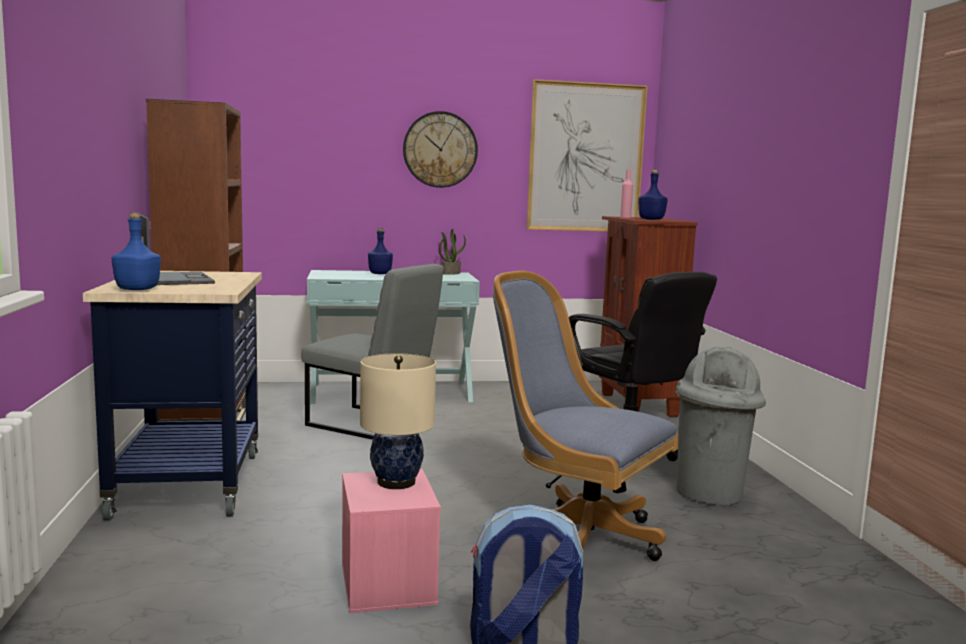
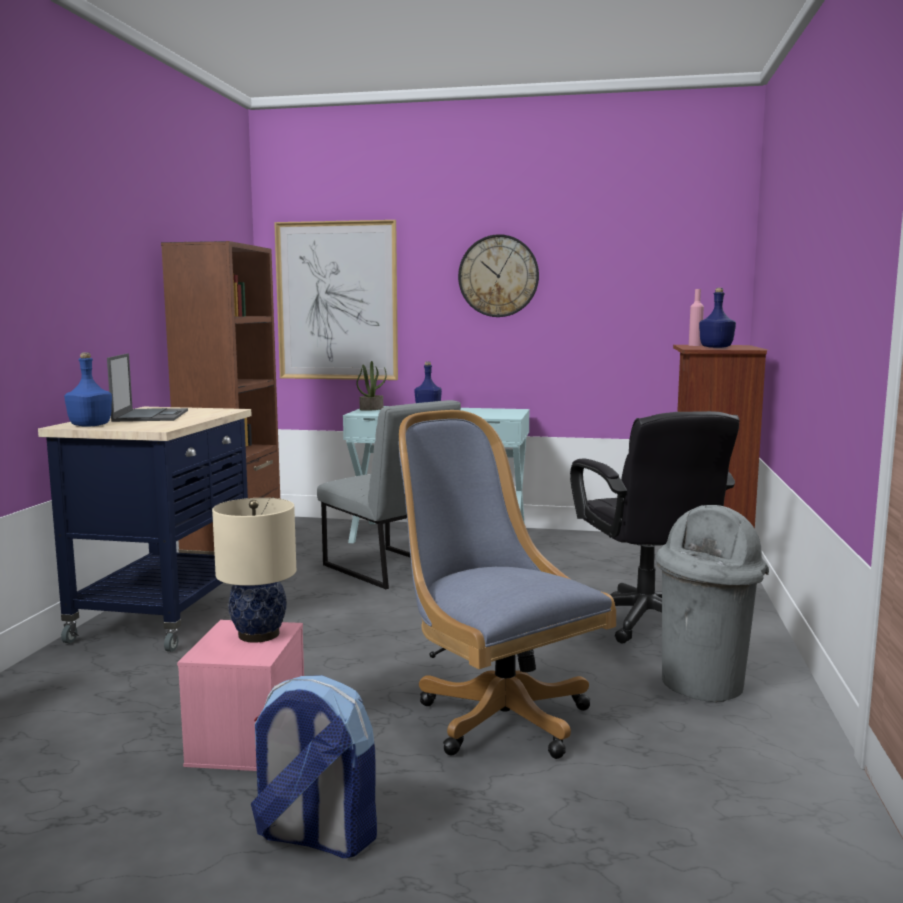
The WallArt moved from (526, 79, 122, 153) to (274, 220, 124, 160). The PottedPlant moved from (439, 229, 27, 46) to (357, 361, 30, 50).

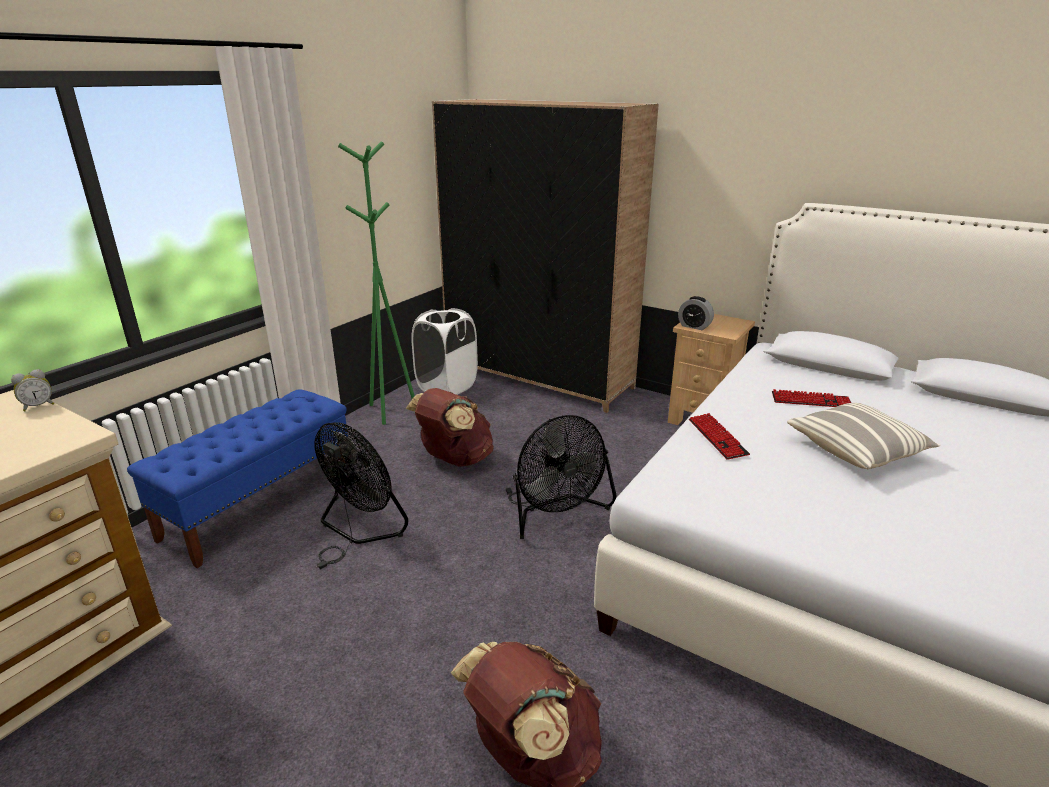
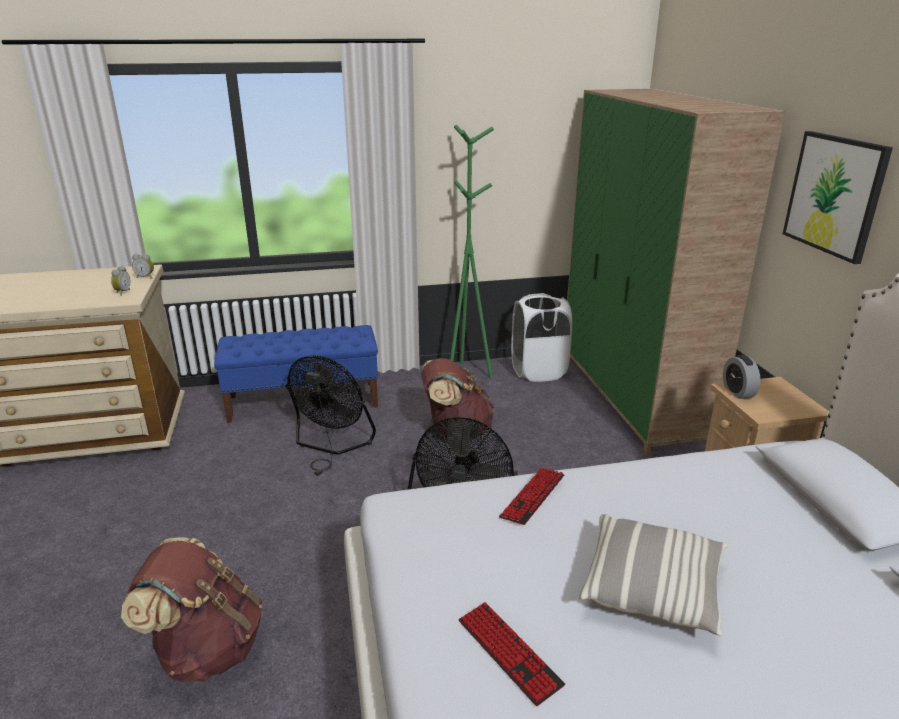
The BlackishClothesCupboard at (432, 99, 227, 314) became the GreenColouredClothesCupboard at (567, 88, 218, 368). The Keyboard moved from (772, 389, 79, 18) to (459, 602, 106, 104). The BlackishElectricFan at (314, 422, 94, 147) turned 60 degrees counterclockwise. The WallArt at (783, 131, 110, 133) appeared. The AlarmClock at (111, 266, 19, 30) appeared.

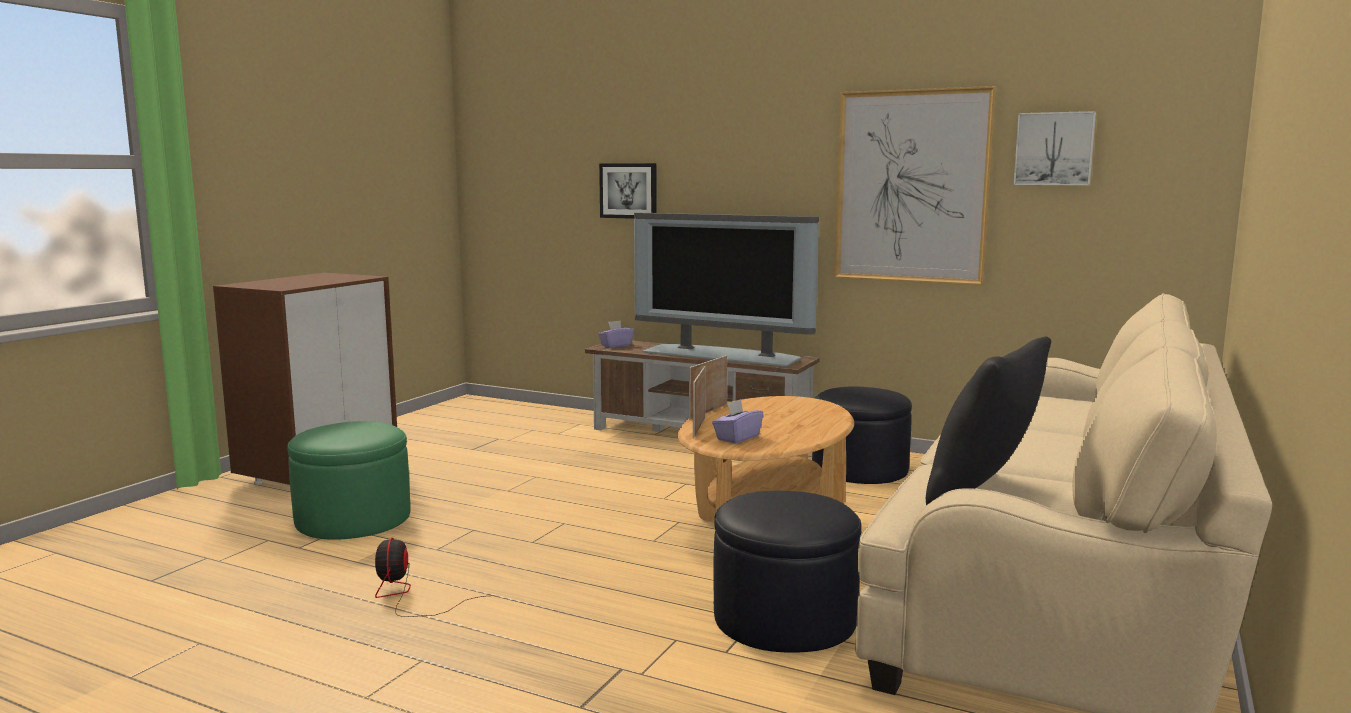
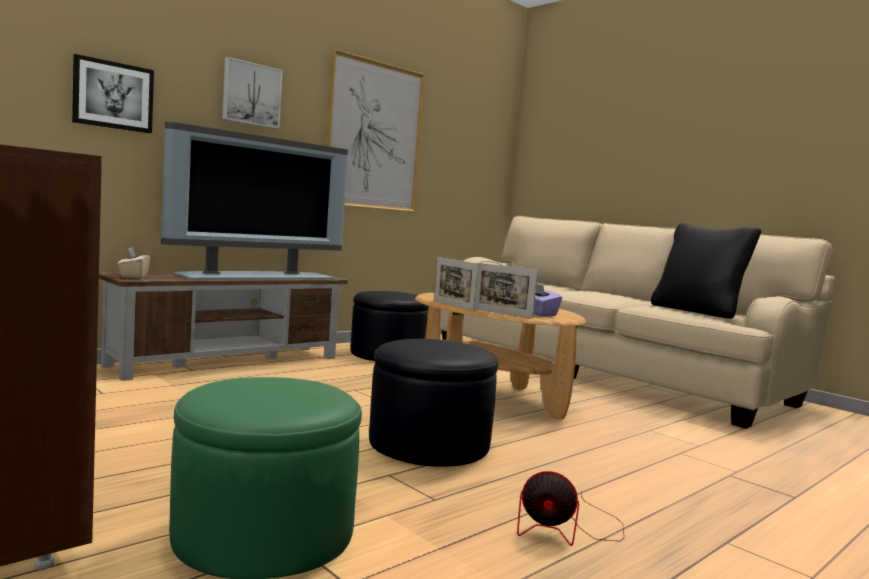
The WallArt moved from (1014, 111, 82, 74) to (222, 57, 61, 72). The PurplishTissueBox at (598, 320, 36, 28) became the BeigeTissueBox at (118, 247, 32, 32). The BlackishOttoman moved from (713, 491, 149, 162) to (369, 339, 129, 128).

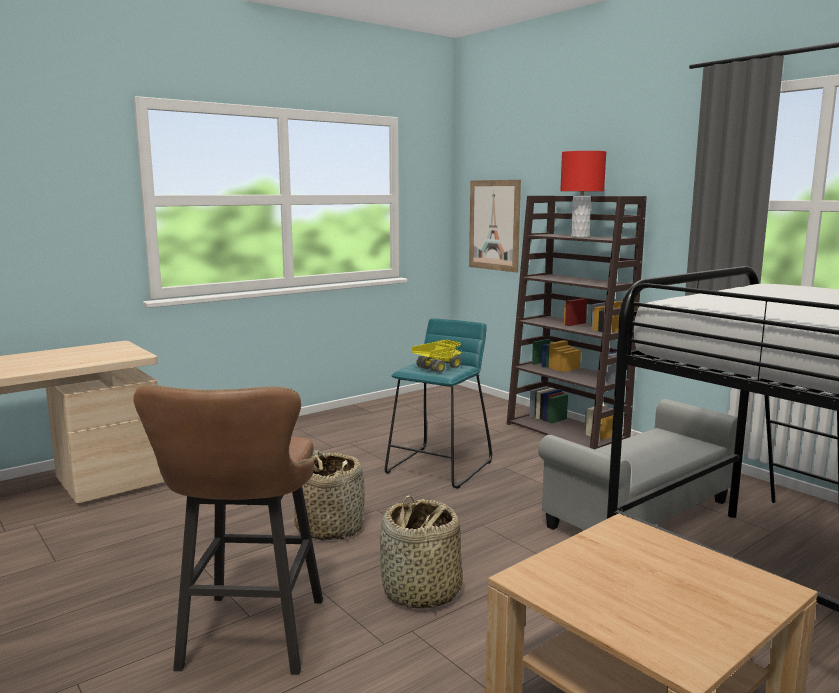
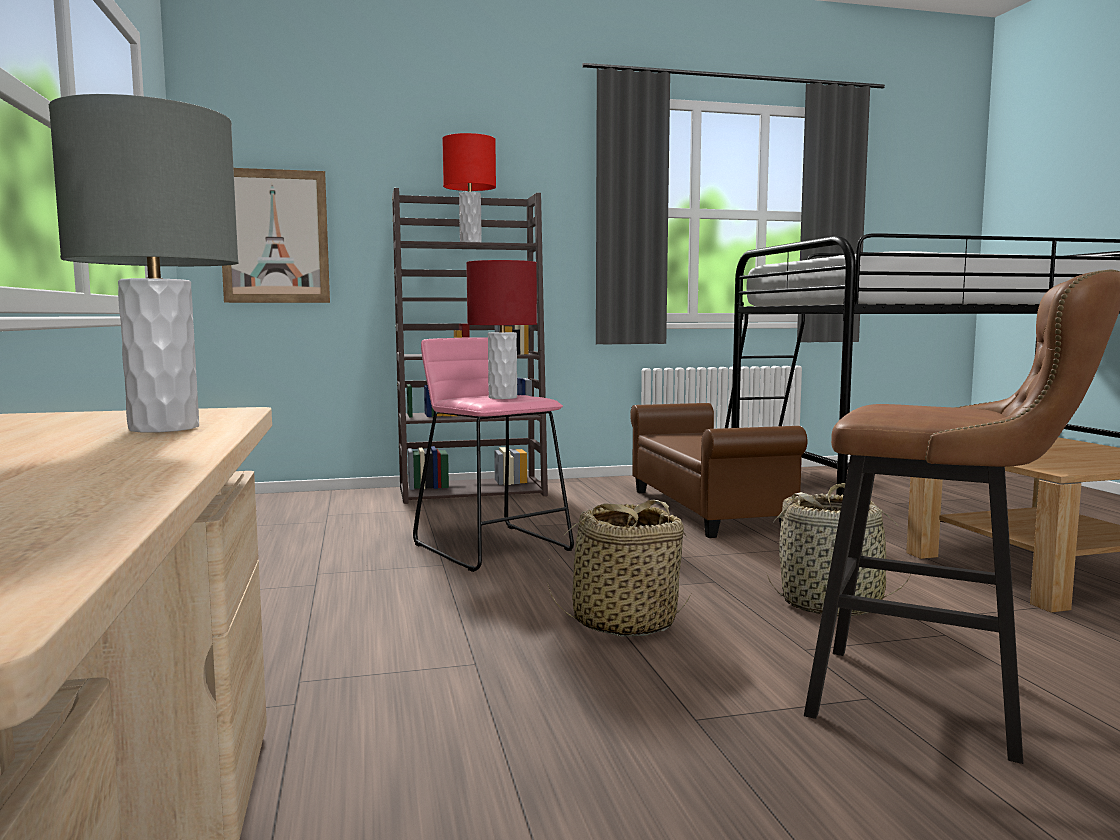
The TurquoiseColouredStoolSeat at (385, 318, 107, 171) became the PinkishStoolSeat at (413, 337, 161, 235). The ToyLorry at (411, 340, 51, 33) was replaced by the ReddishTableLamp at (466, 260, 71, 139). The GreyishOttoman at (538, 399, 200, 131) became the BrownOttoman at (630, 403, 177, 135). The GreyishTableLamp at (49, 94, 190, 339) appeared.

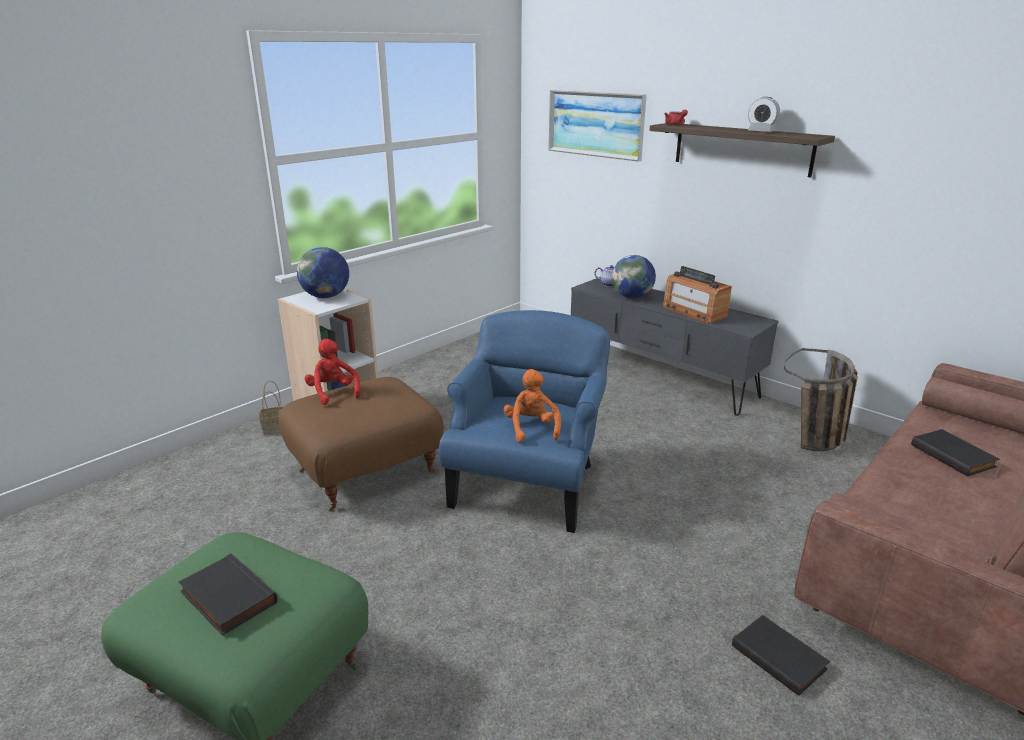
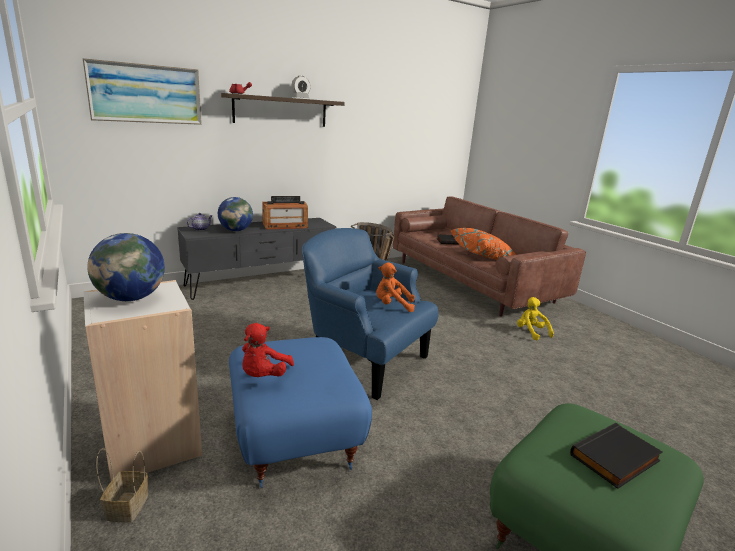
The ReddishSoftToy at (305, 339, 55, 66) turned 60 degrees counterclockwise. The BrownOttoman at (278, 377, 165, 134) became the BluishOttoman at (229, 337, 143, 151). The BlackishVolume at (732, 615, 98, 81) was replaced by the YellowColouredSoftToy at (517, 297, 37, 43). The OrangePillow at (450, 228, 66, 32) appeared.

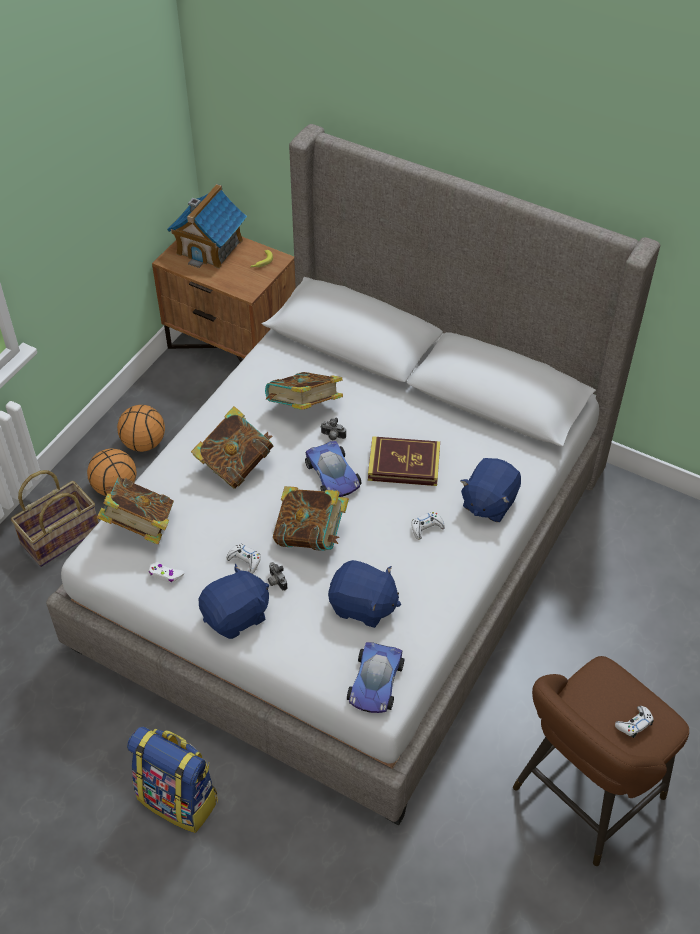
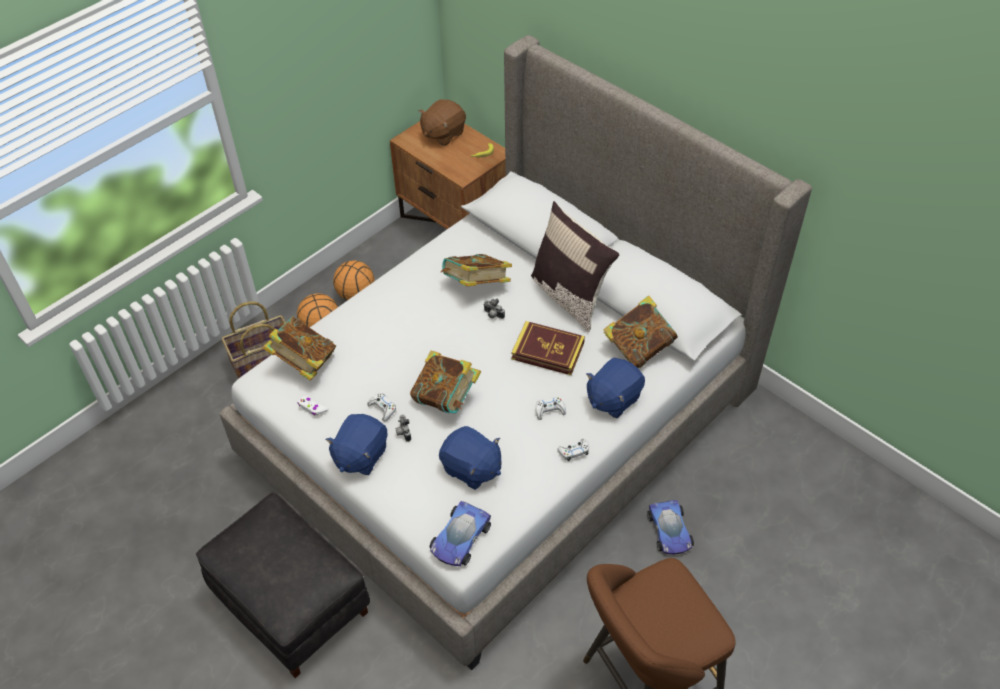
The MiniatureHouse at (167, 184, 80, 85) was replaced by the BrownSoftToy at (419, 99, 47, 47). The Volume moved from (191, 406, 82, 83) to (603, 295, 75, 73). The ToyCar moved from (305, 441, 56, 56) to (647, 500, 47, 54). The BluishSoftToy at (199, 564, 70, 75) turned 135 degrees clockwise. The WhiteColouredJoypad moved from (615, 706, 39, 32) to (557, 439, 32, 22). The Backpack at (127, 727, 91, 106) was replaced by the BlackishOttoman at (196, 492, 174, 186). The Pillow at (531, 201, 88, 131) appeared.

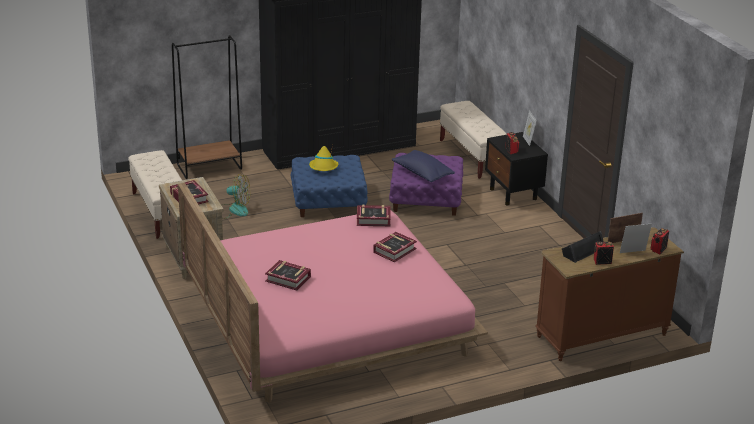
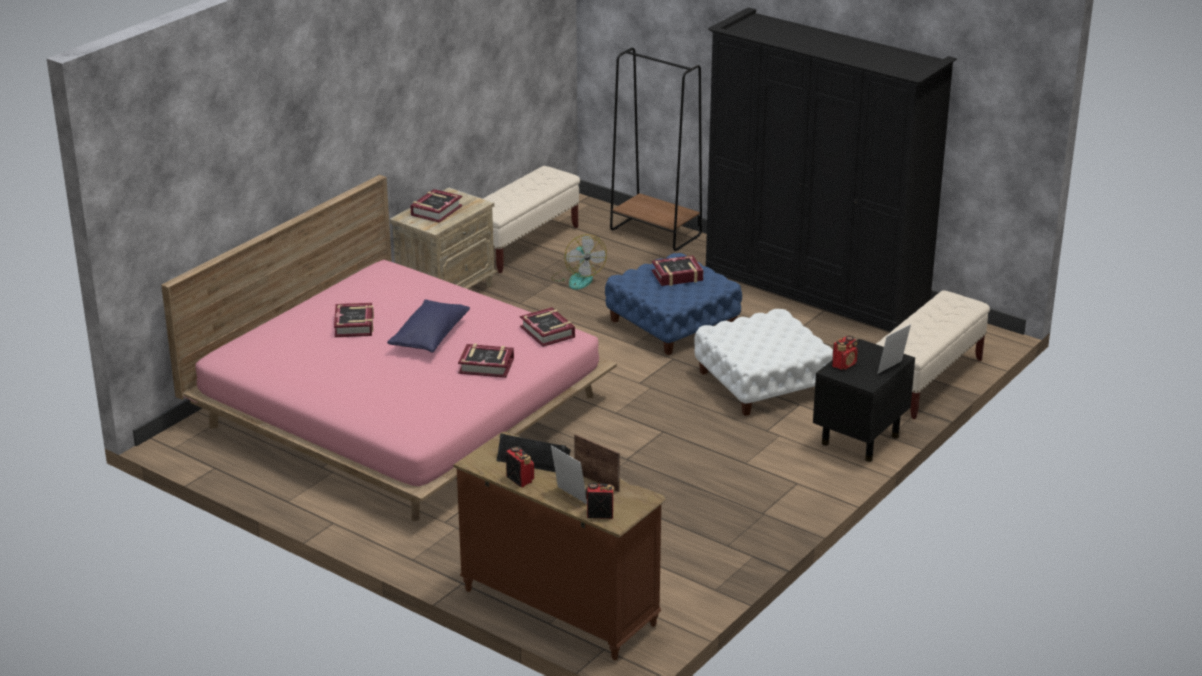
The YellowColouredWearableHat at (309, 145, 30, 26) was replaced by the Volume at (652, 255, 51, 31). The BluishPillow moved from (391, 150, 64, 32) to (387, 299, 83, 54). The PurplishOttoman at (389, 153, 74, 63) became the WhiteColouredOttoman at (694, 309, 139, 107).

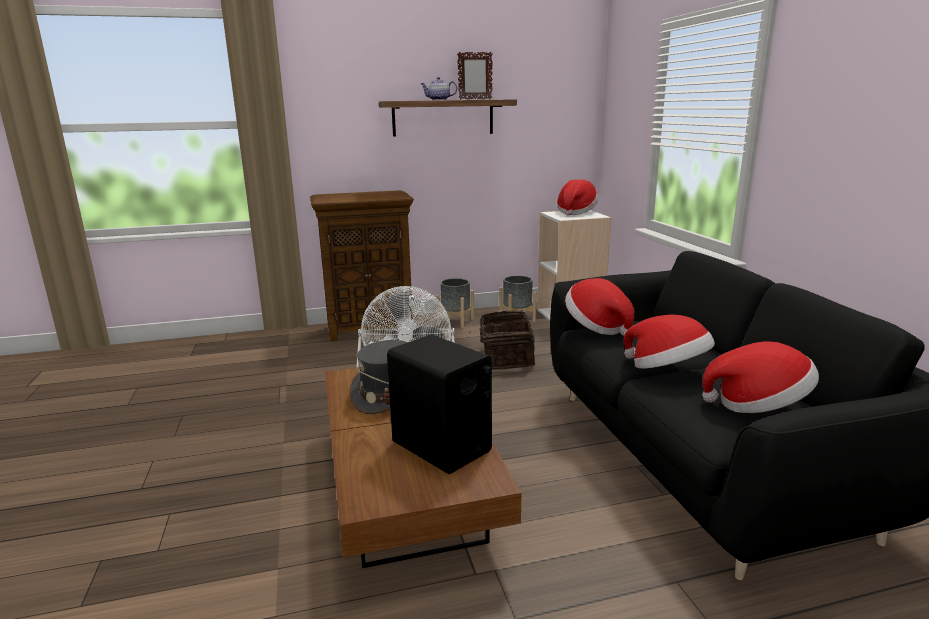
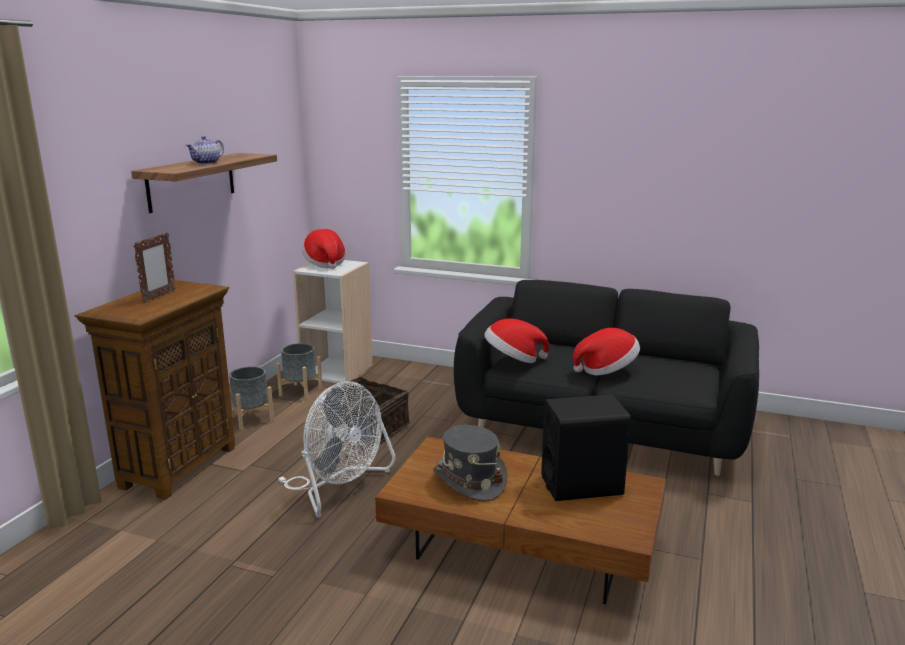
The PhotoFrame moved from (457, 52, 36, 48) to (133, 232, 42, 71). The WearableHat at (702, 342, 117, 71) disappeared.

